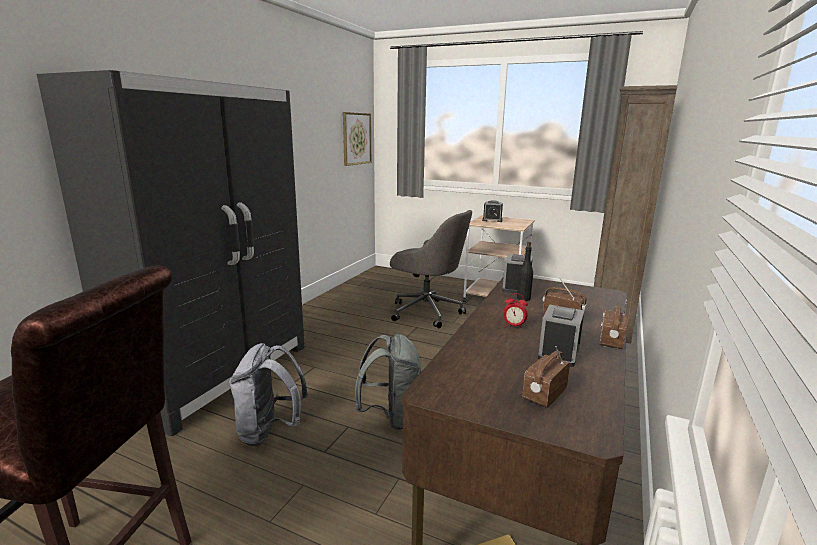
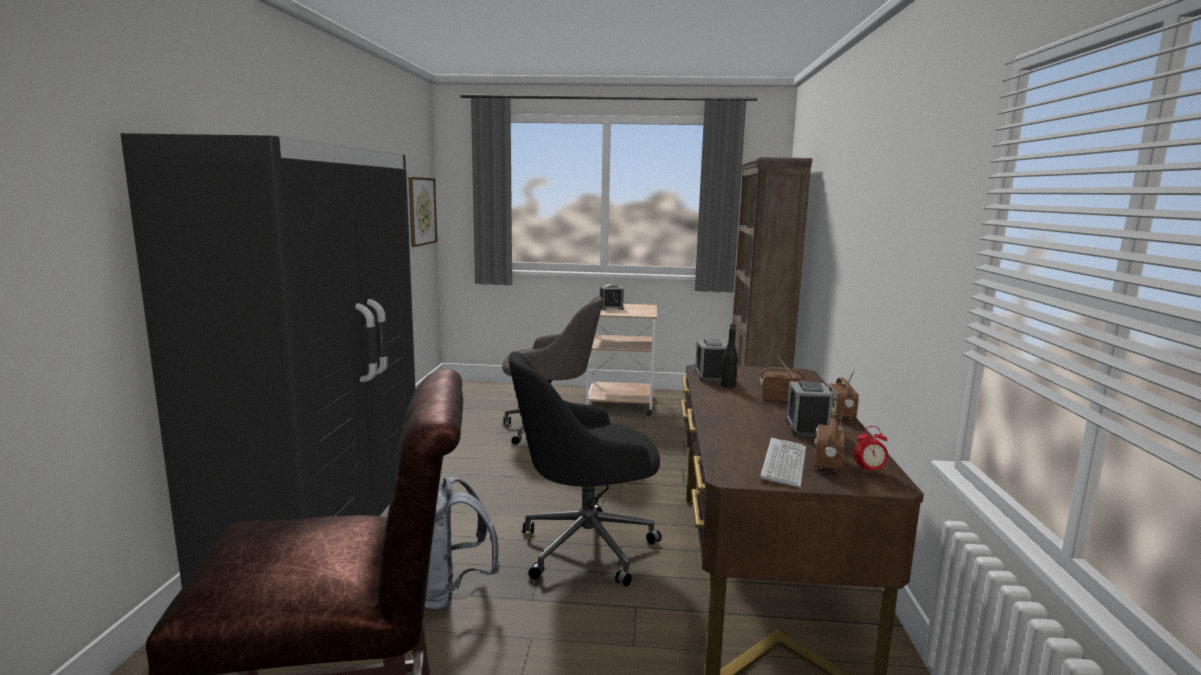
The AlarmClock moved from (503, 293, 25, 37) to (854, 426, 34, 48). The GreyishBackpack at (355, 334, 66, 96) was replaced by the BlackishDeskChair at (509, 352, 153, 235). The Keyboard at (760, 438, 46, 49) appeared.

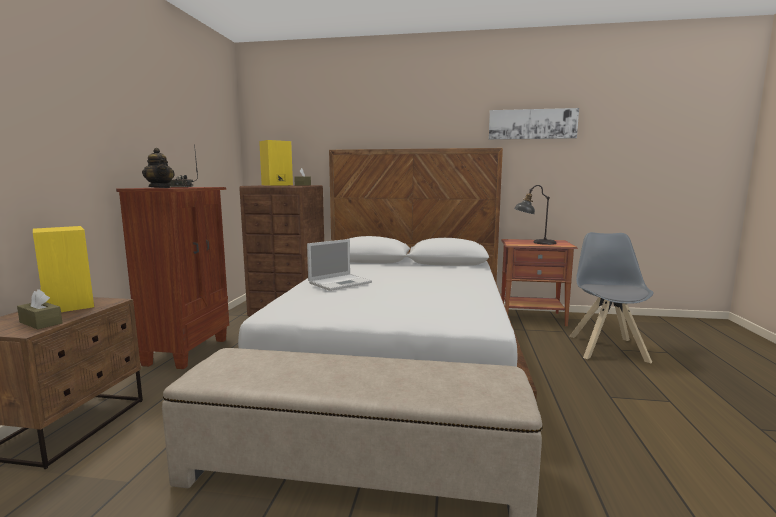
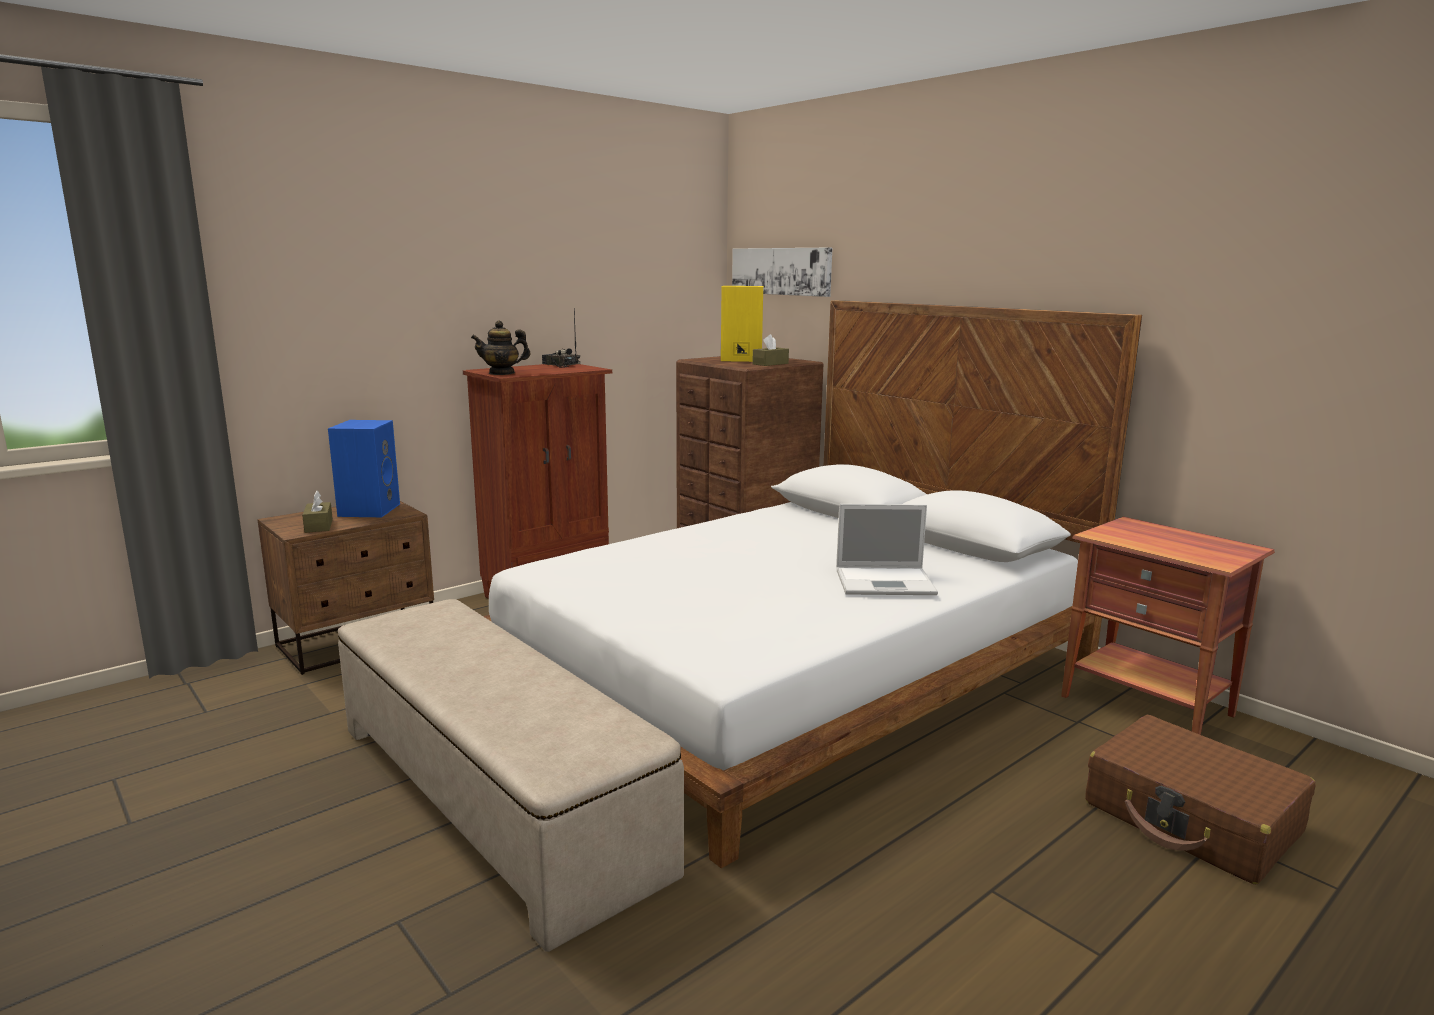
The WallArt moved from (488, 108, 91, 32) to (732, 248, 100, 49). The Teapot at (142, 148, 33, 40) turned 75 degrees clockwise. The GreyishTableLamp at (514, 185, 42, 60) disappeared. The YellowColouredSpeaker at (33, 226, 61, 86) became the BluishSpeaker at (328, 420, 72, 97). The GreyishPlainChair at (569, 232, 85, 131) was replaced by the BrownTravelCase at (1085, 715, 231, 169). The NotebookComputer moved from (307, 239, 65, 52) to (836, 504, 102, 91).

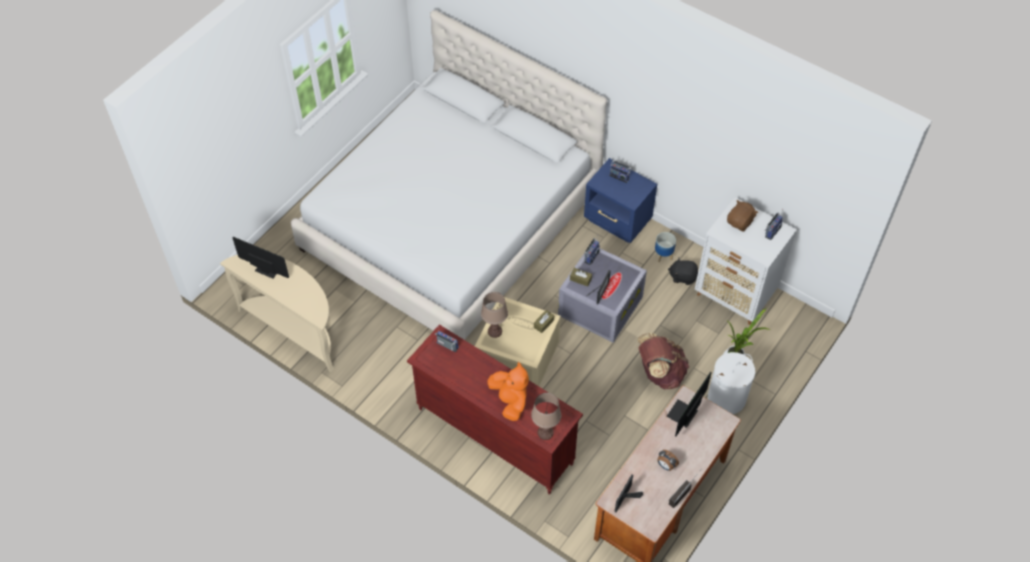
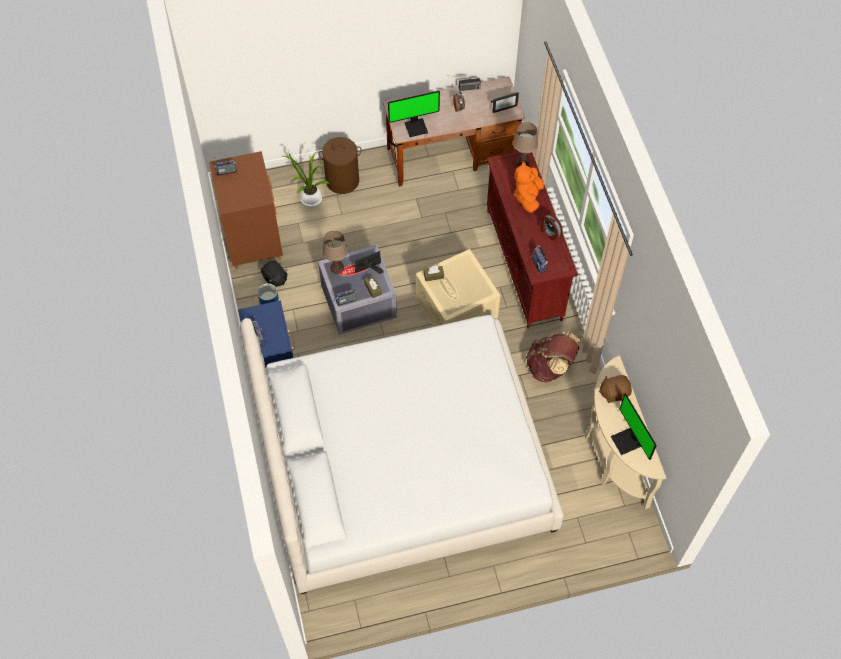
The WhiteColouredDresser at (695, 197, 102, 128) became the BrownDresser at (209, 151, 74, 118). The BrownSoftToy moved from (727, 200, 31, 32) to (598, 375, 34, 28). The BrownTableLamp moved from (481, 292, 27, 46) to (323, 231, 25, 43). The BrownBackpack moved from (637, 333, 52, 56) to (526, 331, 55, 51). The WhiteColouredHamper at (708, 352, 47, 62) became the BrownHamper at (318, 137, 44, 57). The AlarmClock at (541, 214, 22, 26) appeared.

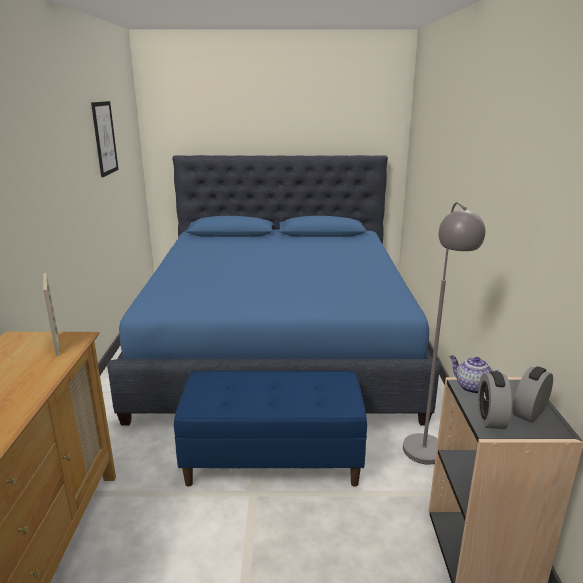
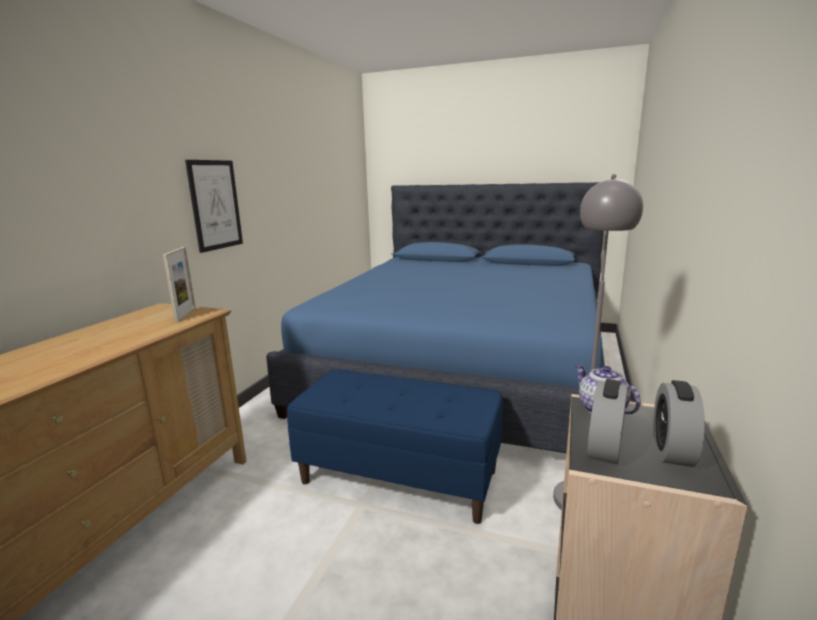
The WallArt moved from (91, 101, 28, 76) to (185, 160, 58, 93). The AlarmClock at (513, 367, 40, 56) turned 45 degrees counterclockwise.

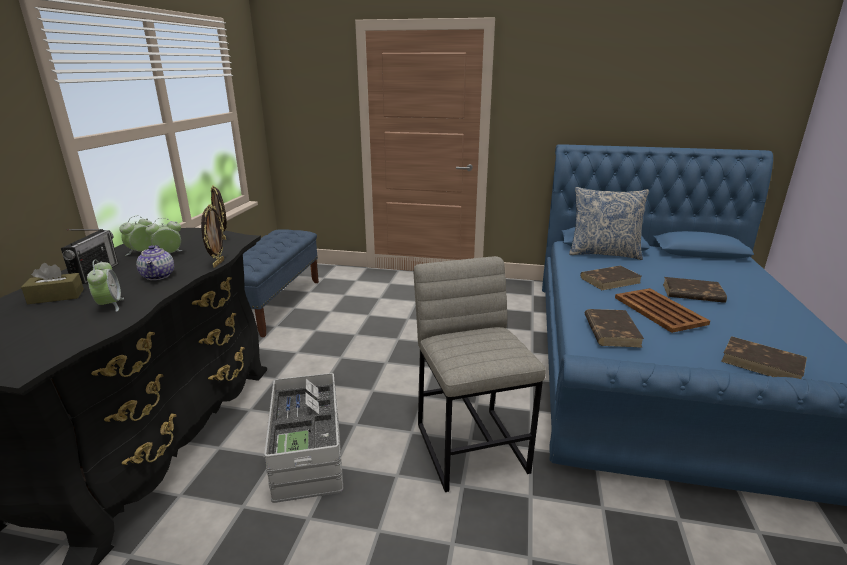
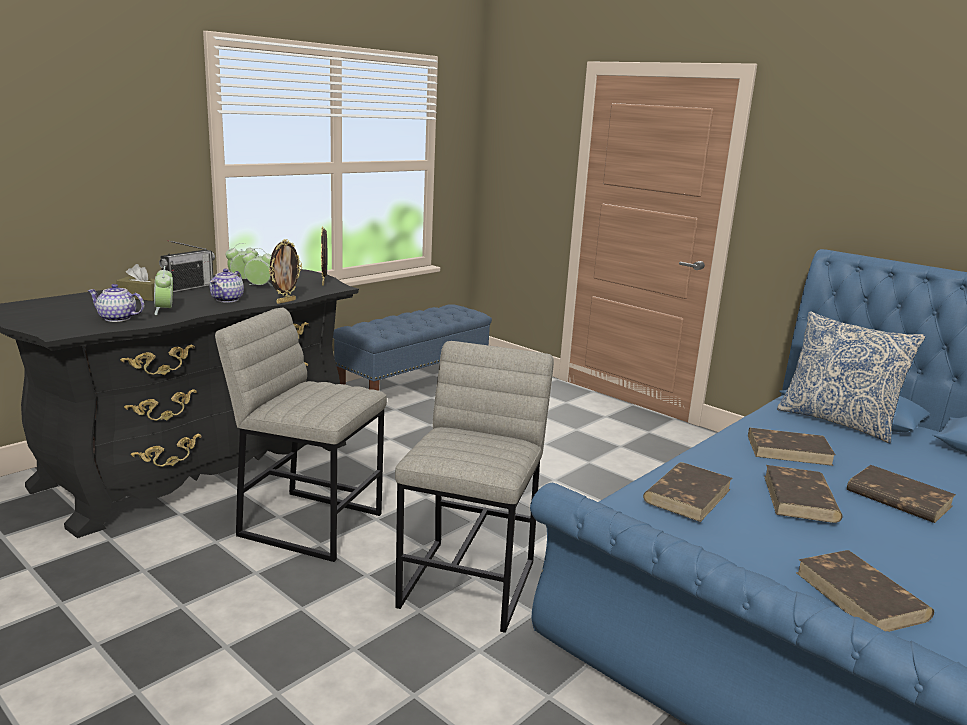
The AlarmClock at (87, 259, 37, 53) turned 150 degrees clockwise. The BrownTray at (615, 288, 95, 45) was replaced by the BrownVolume at (764, 465, 78, 58). The GreyishStorageBox at (264, 373, 80, 130) was replaced by the GreyishPlainChair at (215, 308, 172, 254). The Teapot at (87, 284, 57, 38) appeared.

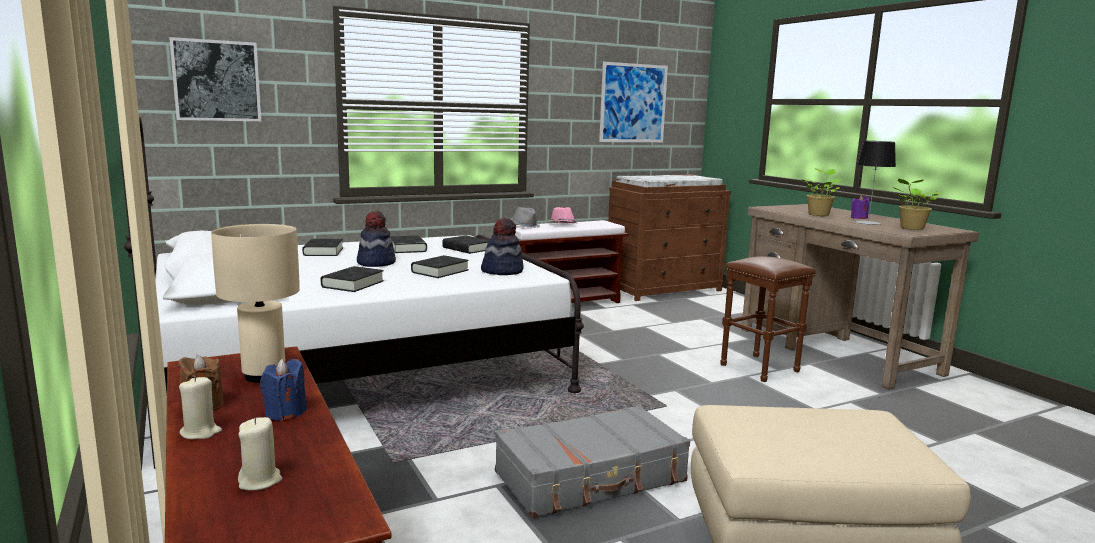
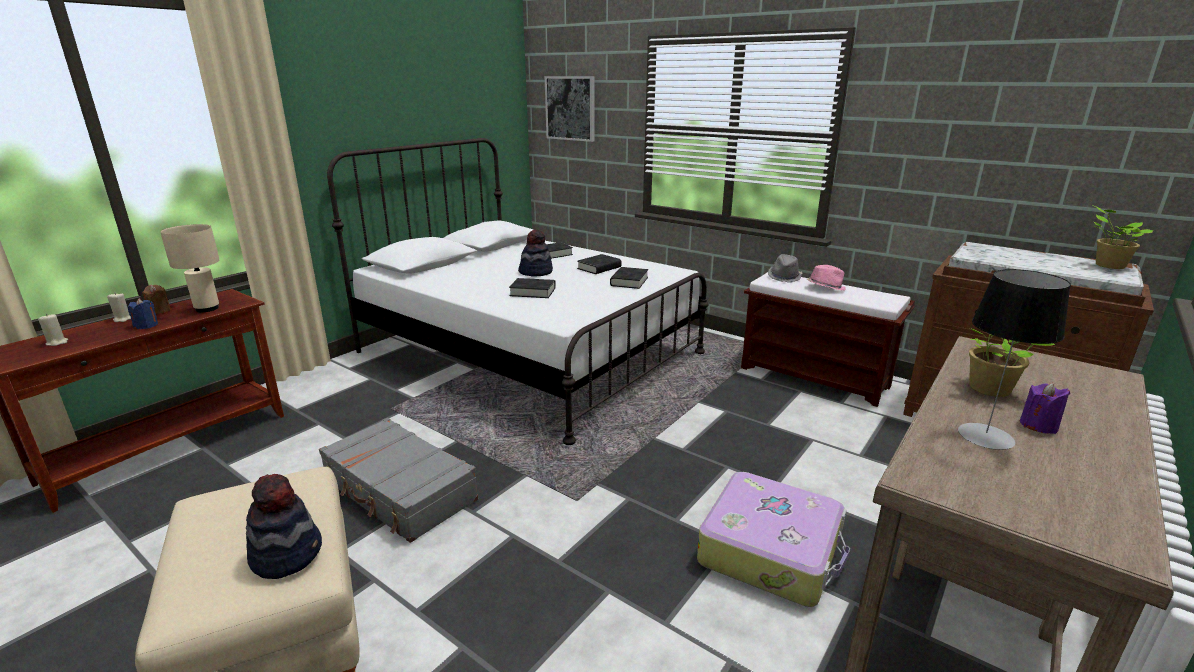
The WallArt at (599, 62, 69, 80) disappeared. The PottedPlant moved from (892, 179, 50, 51) to (1093, 205, 61, 64). The WearableHat moved from (481, 218, 43, 57) to (246, 474, 76, 105). The BrownStoolSeat at (720, 256, 96, 126) was replaced by the TravelCase at (697, 472, 153, 135). The BlackishVolume at (321, 266, 63, 26) disappeared.

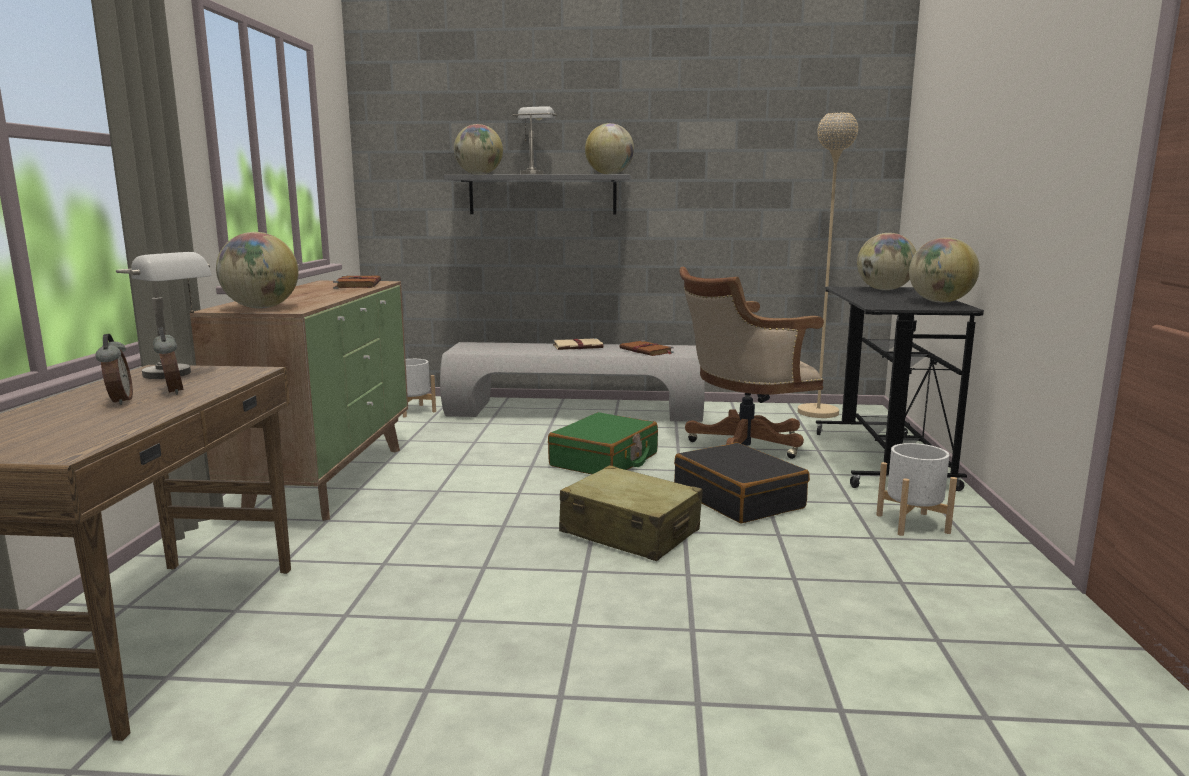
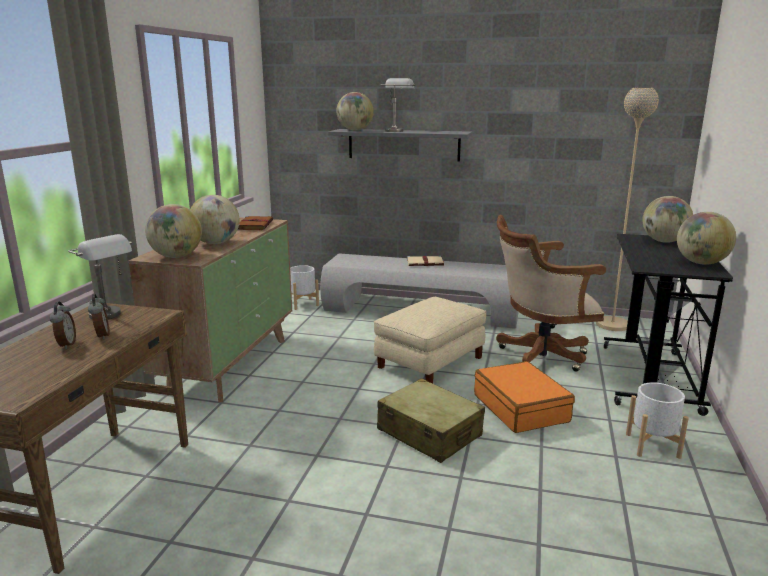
The WorldGlobe moved from (585, 123, 49, 51) to (190, 195, 50, 49). The BrownVolume at (619, 340, 55, 16) disappeared. The GreenColouredTravelCase at (548, 412, 110, 63) was replaced by the BeigeOttoman at (374, 297, 113, 87). The BlackishTravelCase at (674, 442, 136, 81) became the OrangeTravelCase at (474, 361, 101, 72).

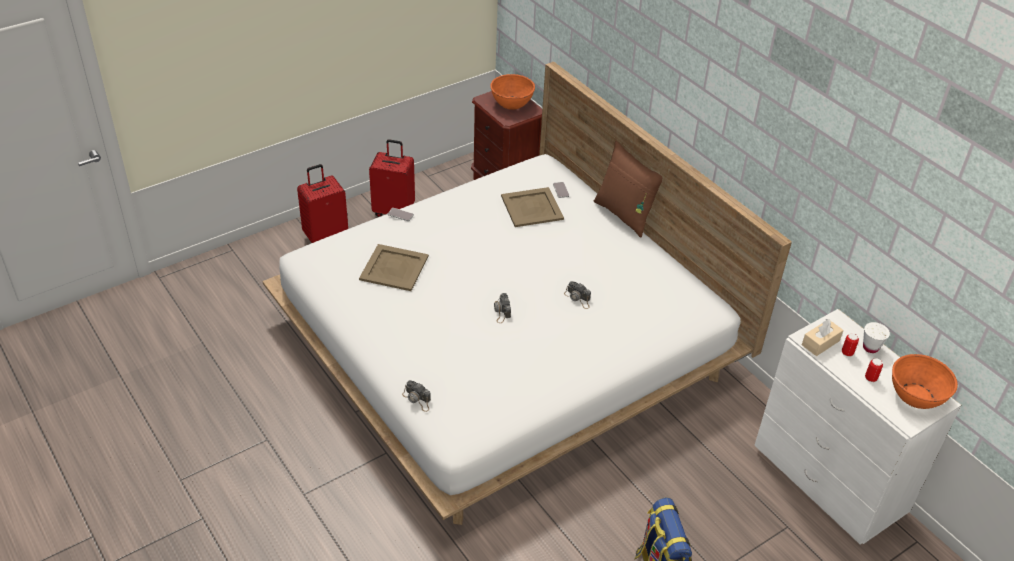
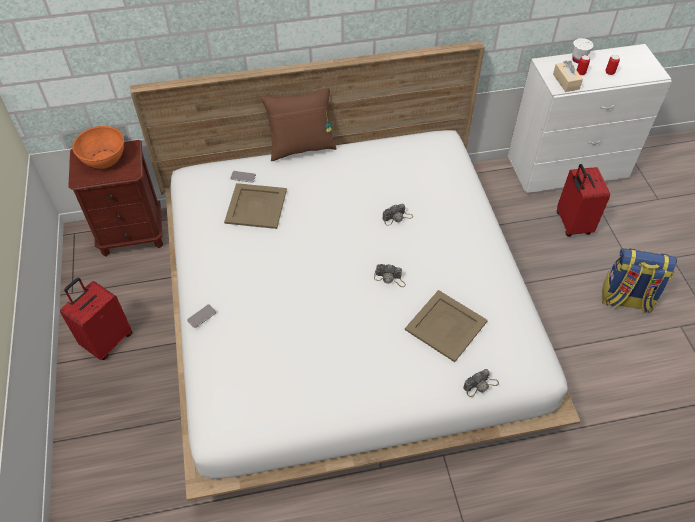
The ReddishTravelCase moved from (297, 164, 51, 79) to (557, 164, 53, 73). The BeigeTray moved from (359, 244, 70, 47) to (405, 290, 83, 72). The OrangeServingBowl at (892, 354, 66, 55) disappeared.

